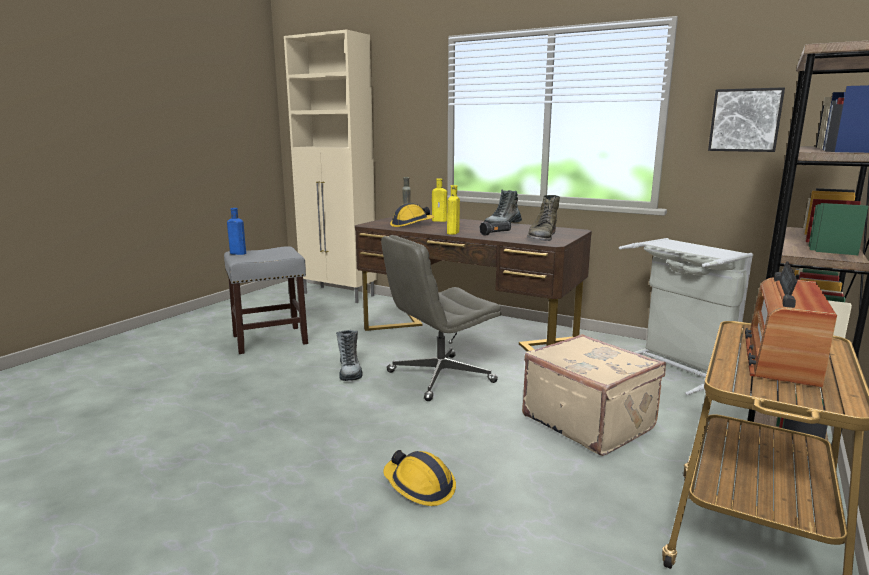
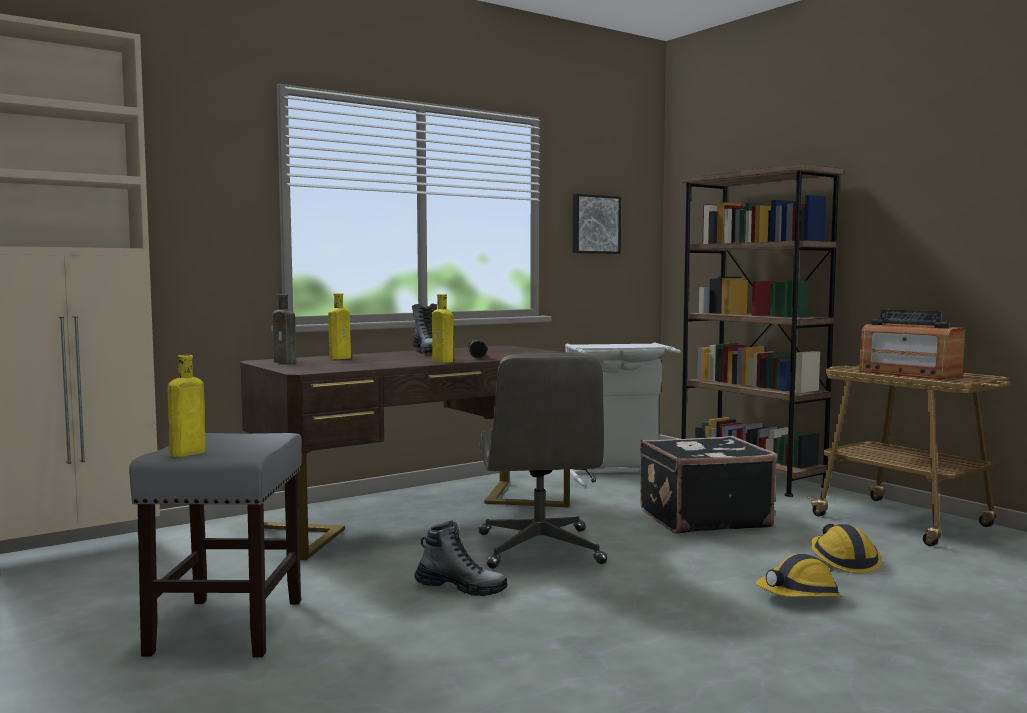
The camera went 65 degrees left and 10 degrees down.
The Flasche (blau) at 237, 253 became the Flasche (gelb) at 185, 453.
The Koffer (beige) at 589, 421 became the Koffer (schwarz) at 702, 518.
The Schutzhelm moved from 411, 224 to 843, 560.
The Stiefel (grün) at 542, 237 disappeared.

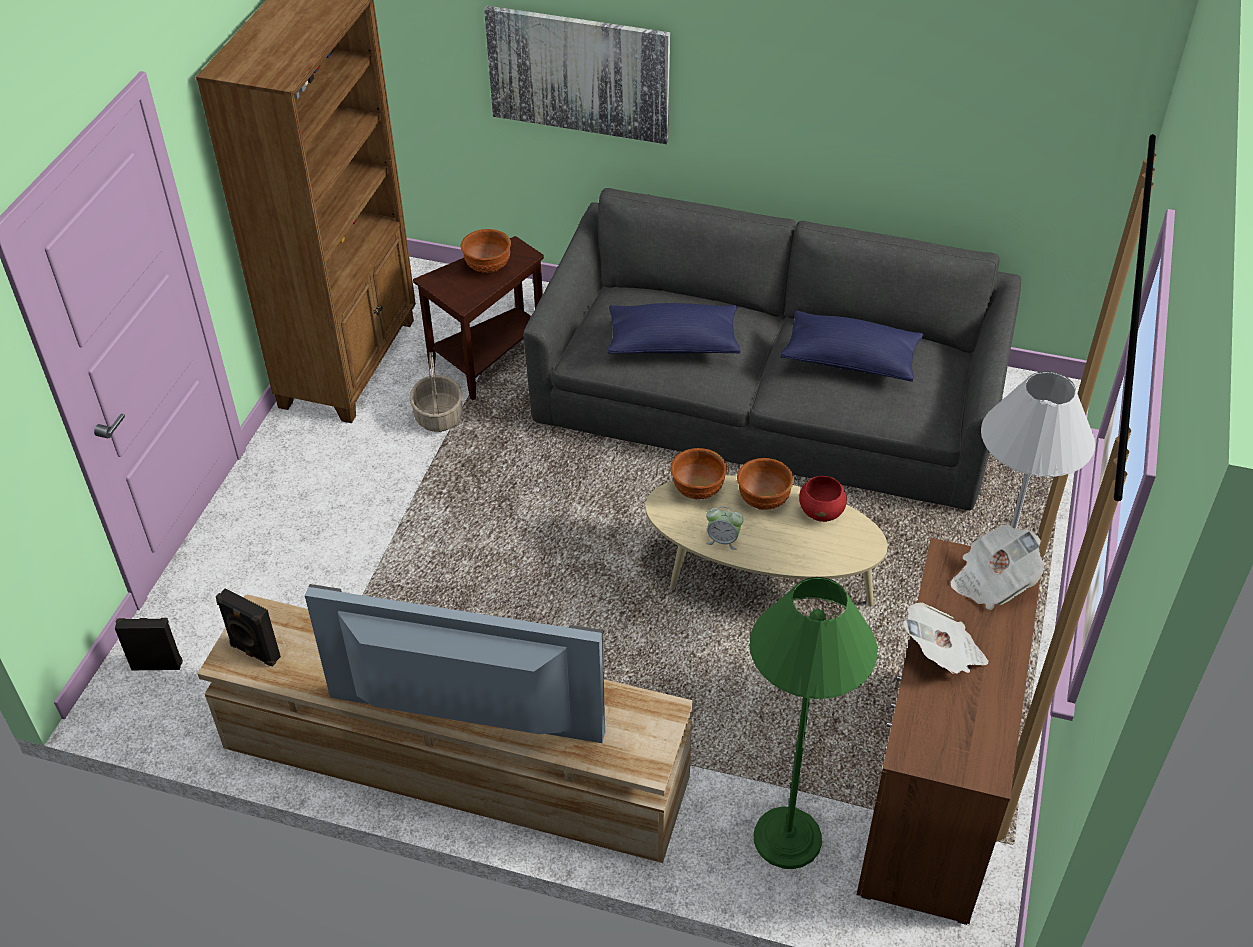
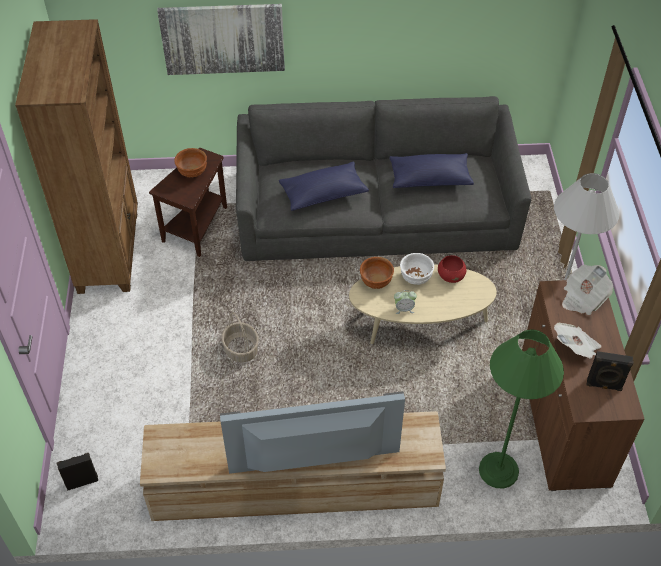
The camera went 20 degrees left and 5 degrees up.
The Korb moved from 438, 416 to 240, 349.
The Schüssel (braun) at 763, 500 became the Schüssel (weiß) at 415, 278.
The Lautsprecher (schwarz) moved from 254, 652 to 604, 386.

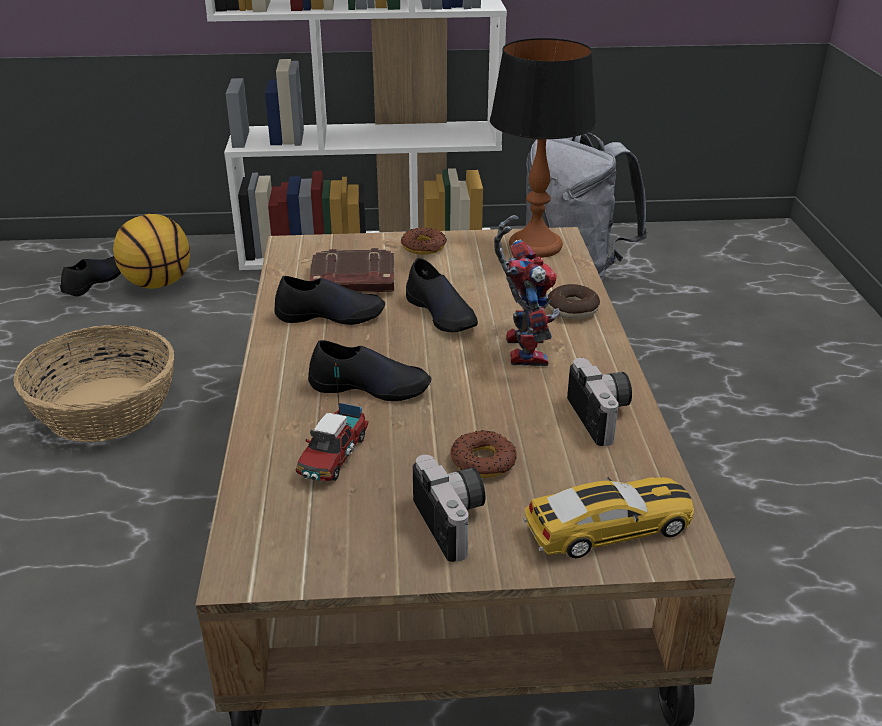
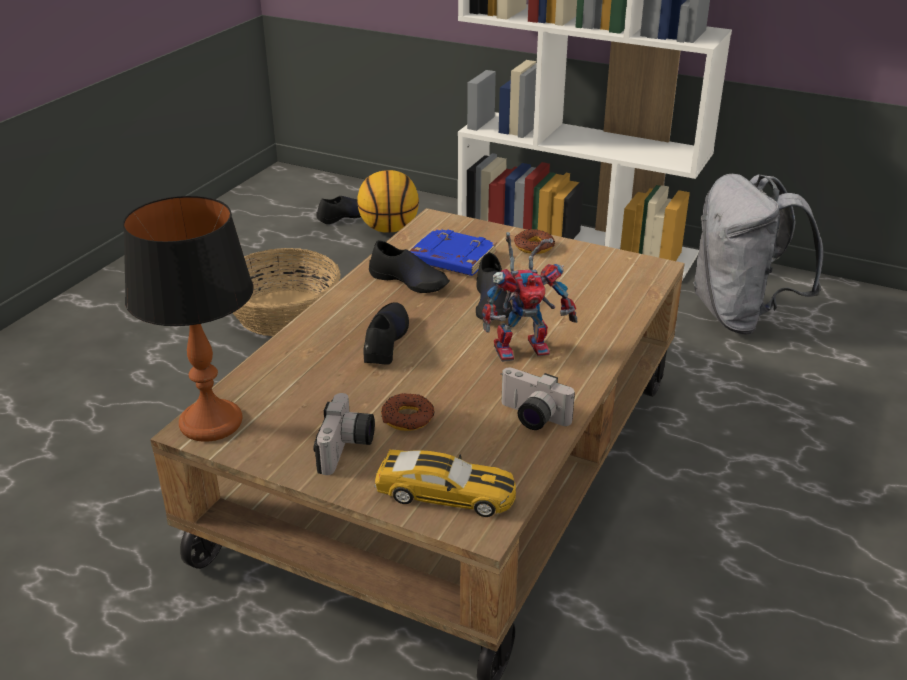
The camera went 30 degrees right and 0 degrees up.
The Tischlampe moved from 535, 246 to 211, 422.
The Schuh (schwarz) at 370, 386 turned 120 degrees counterclockwise.
The Buch (braun) at 352, 280 became the Buch (blau) at 451, 259.
The Spielzeugroboter at 520, 347 turned 45 degrees clockwise.
The Kamera at 603, 416 turned 105 degrees clockwise.
The Spielzeuglaster at 333, 456 disappeared.
The Donut at 572, 310 disappeared.

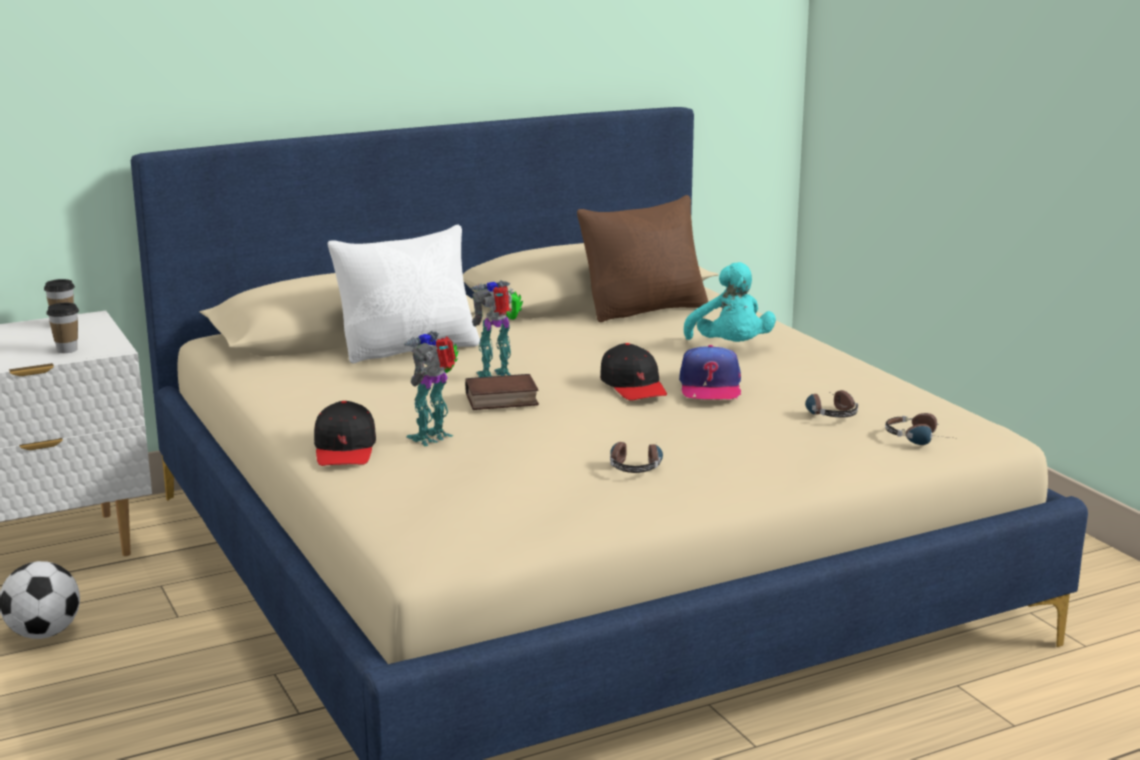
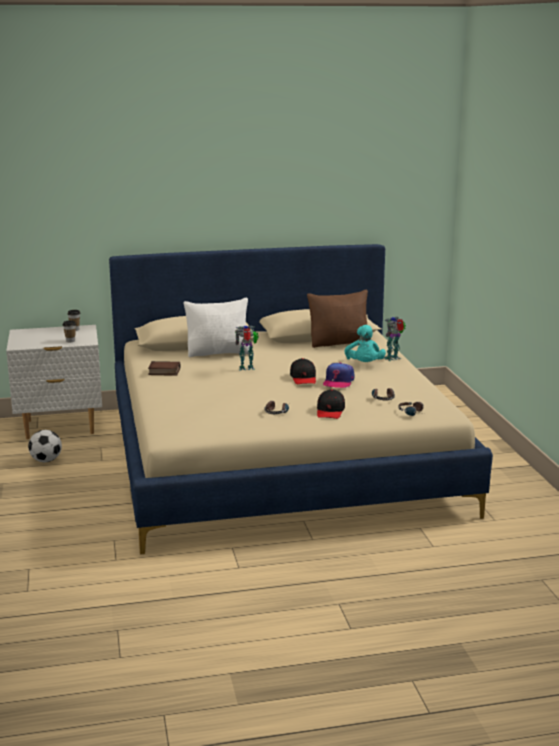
The camera went 15 degrees right and 0 degrees up.
The Buch moved from 501, 400 to 163, 372.
The Kappe (schwarz) moved from 345, 449 to 330, 411.
The Spielzeugroboter moved from 433, 437 to 393, 358.

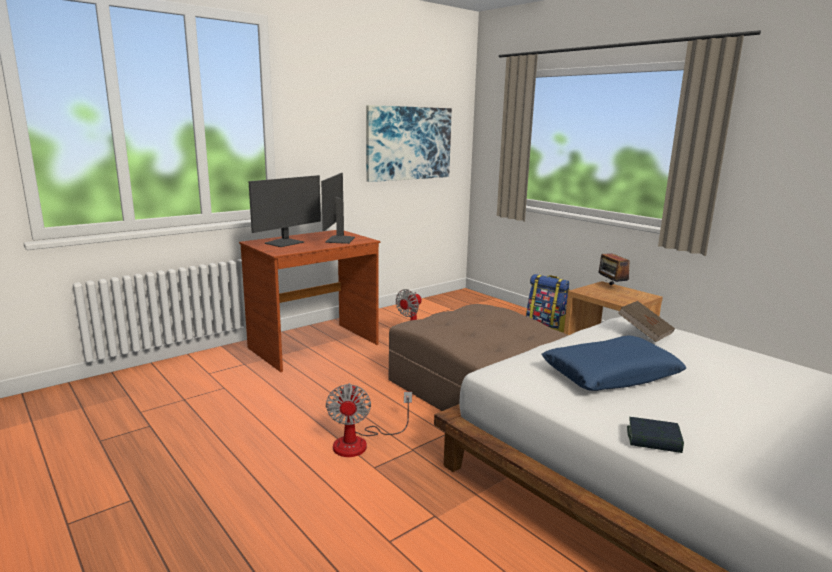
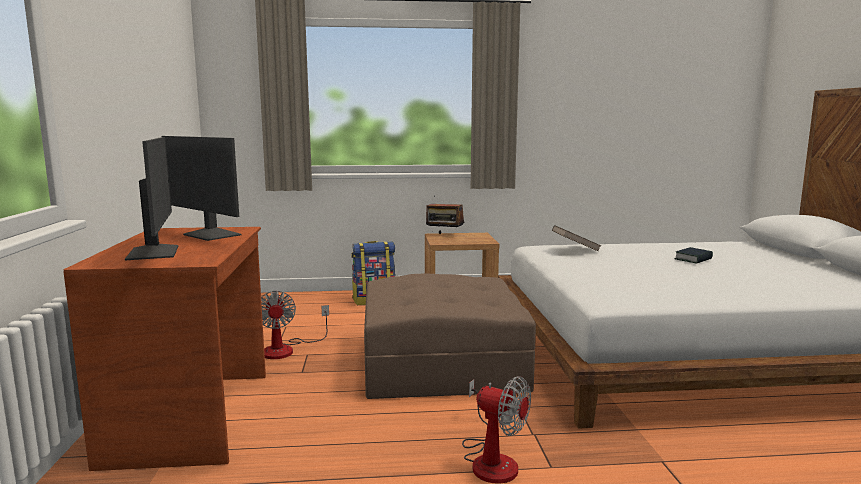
The camera went 55 degrees left and 5 degrees down.
The Buch moved from 653, 440 to 693, 259.
The Bild at 409, 143 disappeared.
The Kissen (blau) at 610, 375 disappeared.

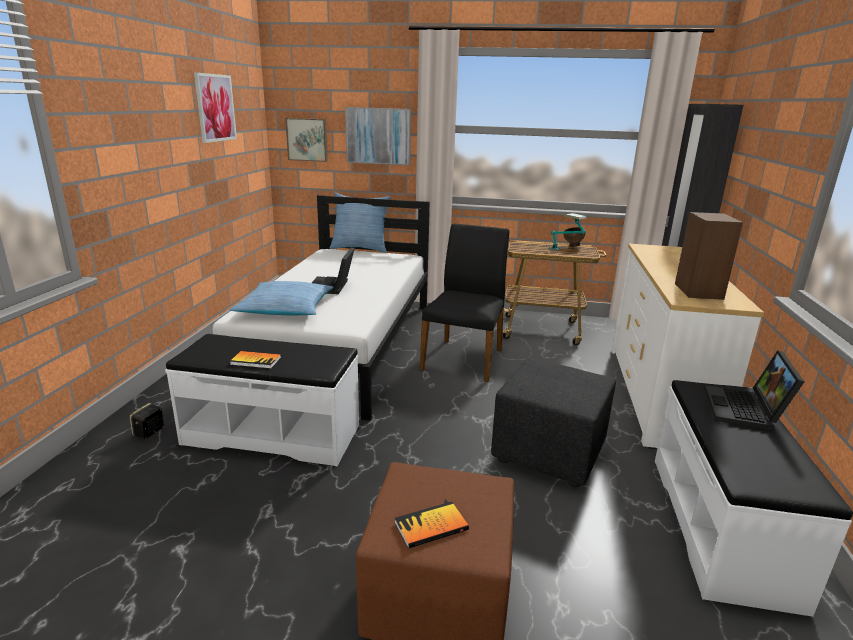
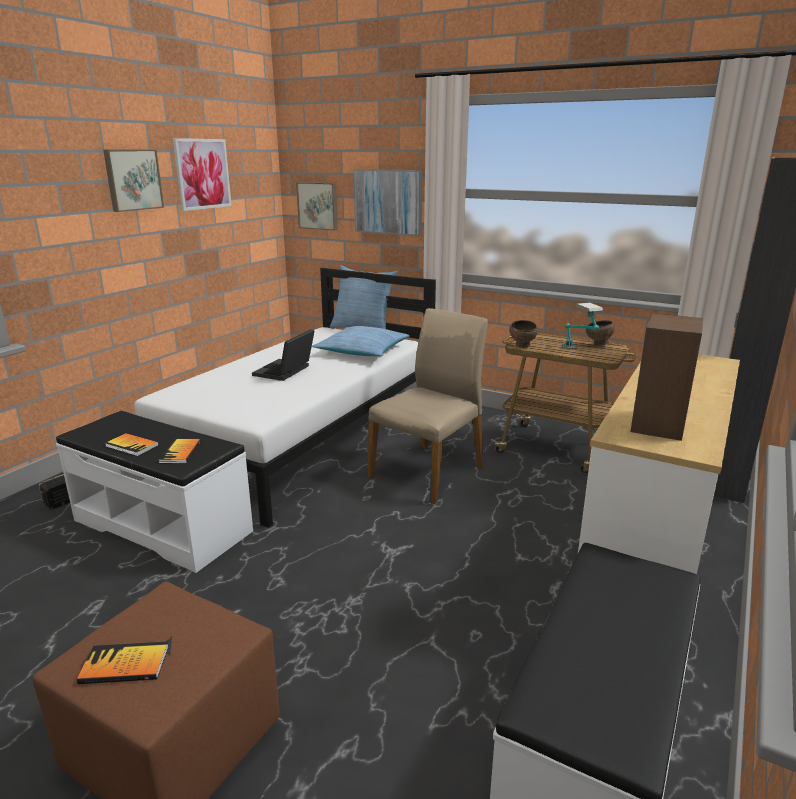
The camera went 20 degrees right and 0 degrees up.
The Bild at 132, 180 appeared.
The Buch at 180, 452 appeared.
The Kissen moved from 285, 309 to 362, 351.
The Stuhl (schwarz) at 464, 359 became the Stuhl (beige) at 428, 471.
The Schüssel (braun) at 522, 346 appeared.
The Polsterhocker (schwarz) at 548, 452 disappeared.
The Laptop at 746, 410 disappeared.

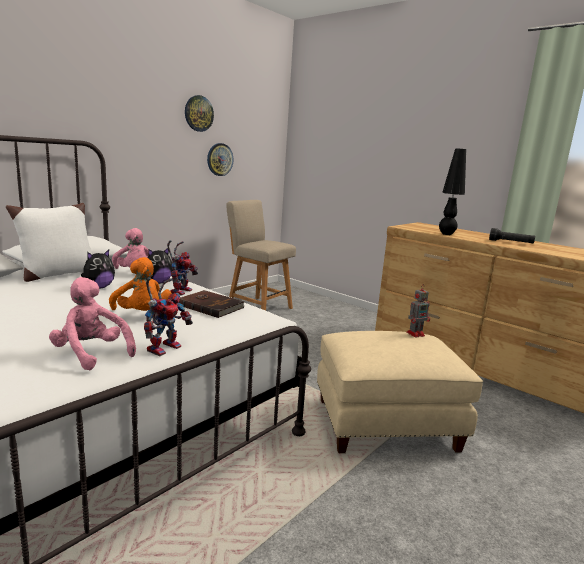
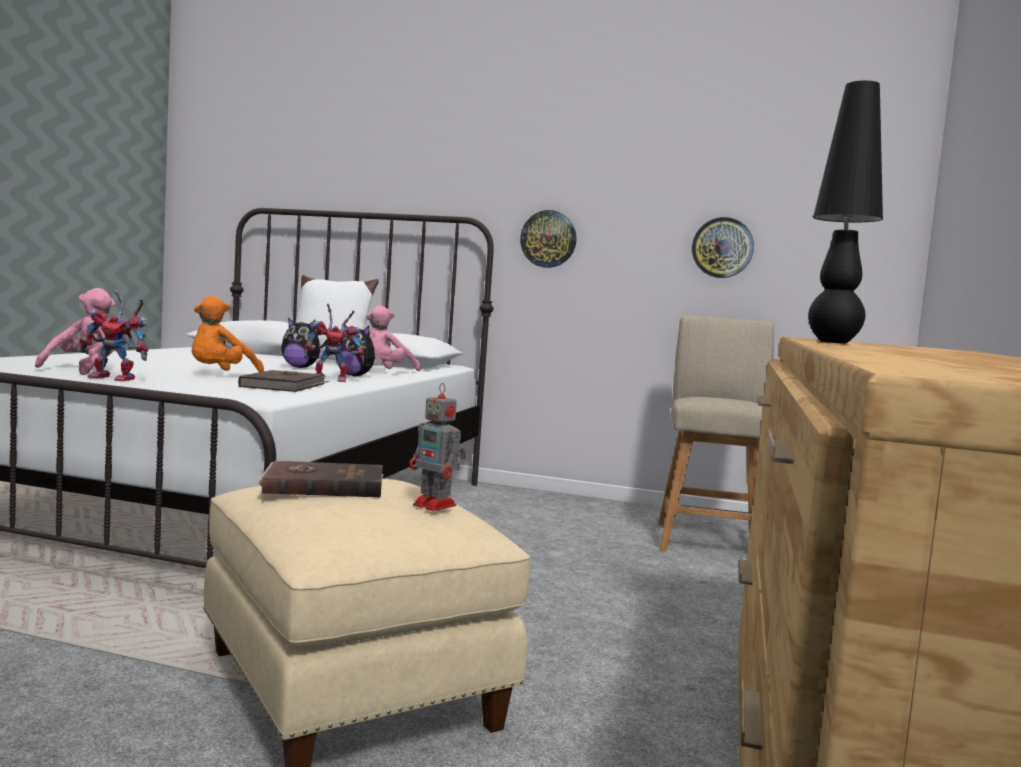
The camera went 65 degrees right and 10 degrees down.
The Buch (braun) at 323, 485 appeared.
The Wanduhr moved from 198, 113 to 548, 239.
The Taschenlampe (schwarz) at 510, 242 disappeared.

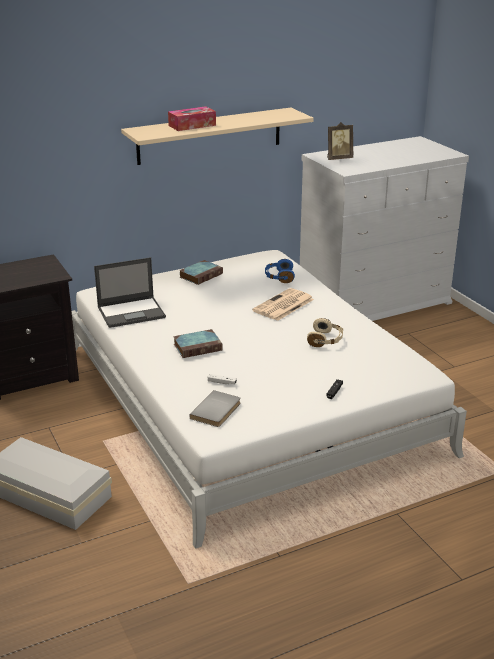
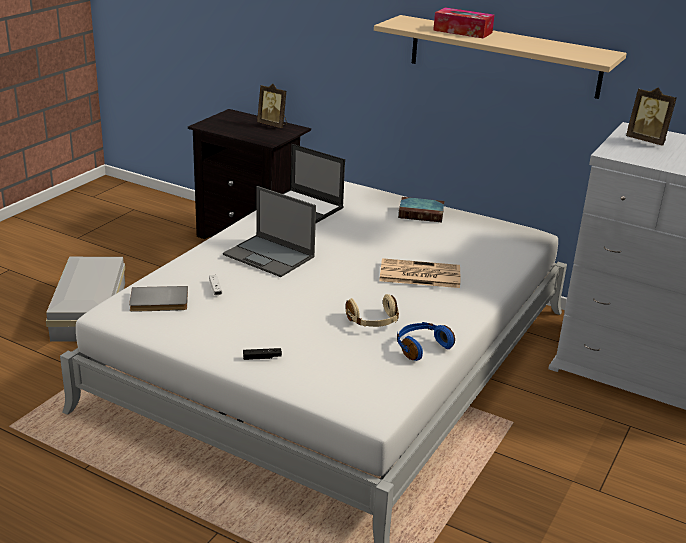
The camera went 55 degrees right and 0 degrees up.
The Buch at 198, 347 was replaced by the Laptop at 270, 256.
The Bilderrahmen at 273, 125 appeared.
The Kopfhörer (blau) moved from 279, 277 to 421, 347.

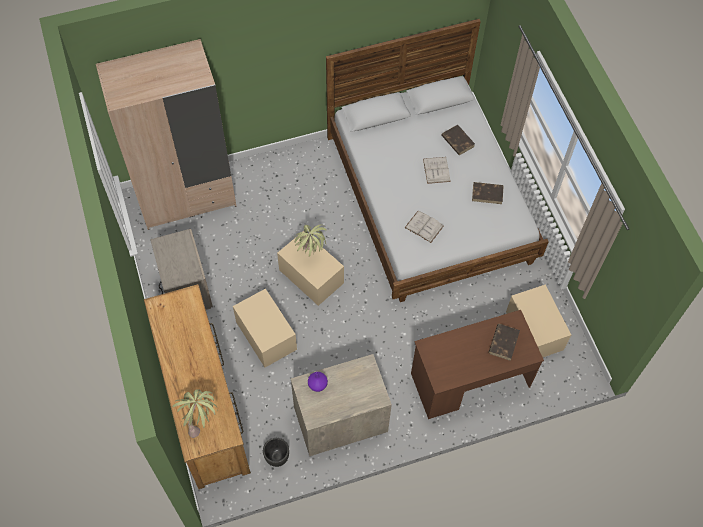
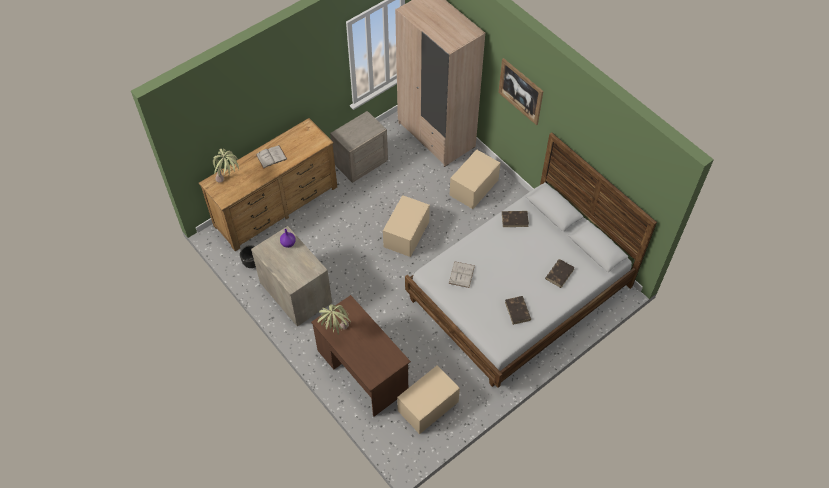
The camera went 70 degrees right and 5 degrees down.
The Buch (weiß) moved from 436, 170 to 271, 157.
The Topfpflanze moved from 311, 256 to 336, 332.
The Aufbewahrungsbox (beige) moved from 266, 335 to 474, 187.
The Bild at 520, 91 appeared.
The Buch (braun) moved from 503, 342 to 515, 219.

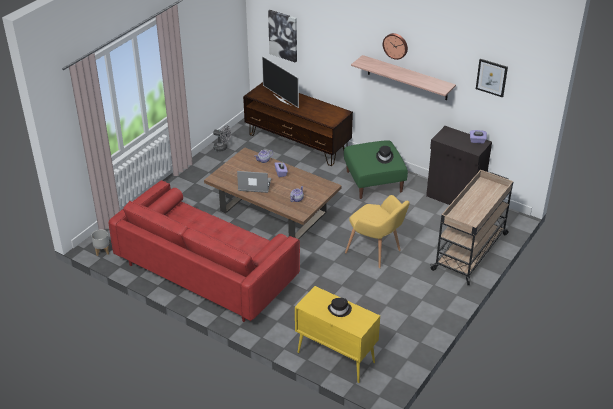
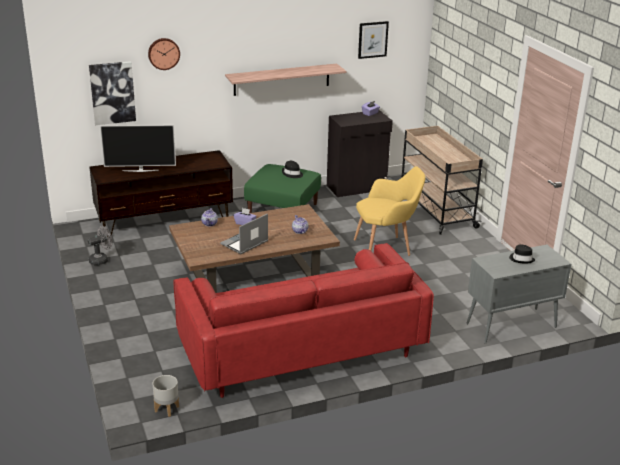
The camera went 55 degrees left and 10 degrees down.
The Wanduhr moved from 395, 45 to 163, 53.
The Schrank (gelb) at 335, 357 became the Schrank (grau) at 510, 326.

